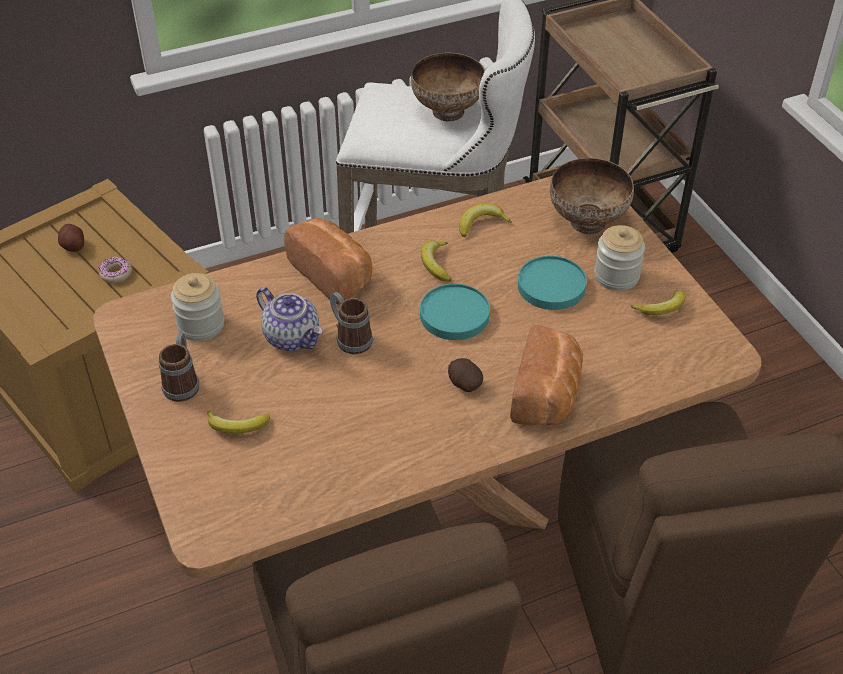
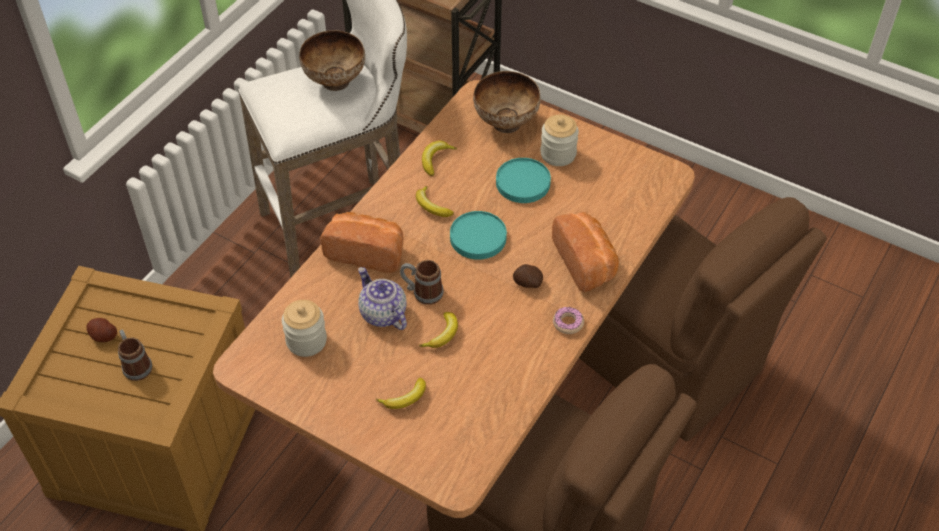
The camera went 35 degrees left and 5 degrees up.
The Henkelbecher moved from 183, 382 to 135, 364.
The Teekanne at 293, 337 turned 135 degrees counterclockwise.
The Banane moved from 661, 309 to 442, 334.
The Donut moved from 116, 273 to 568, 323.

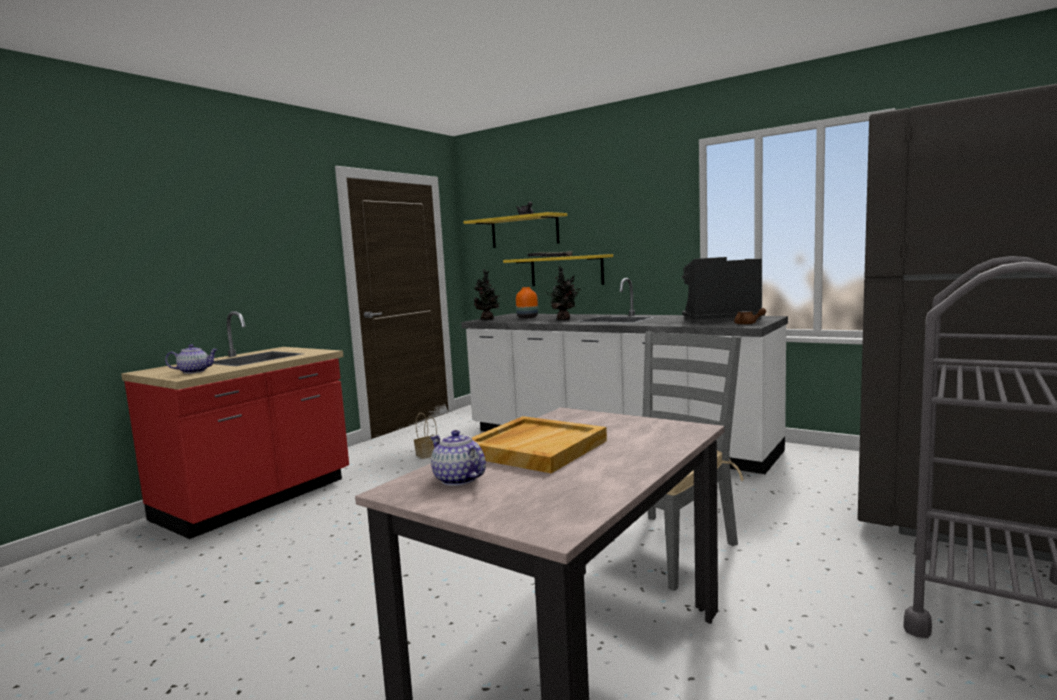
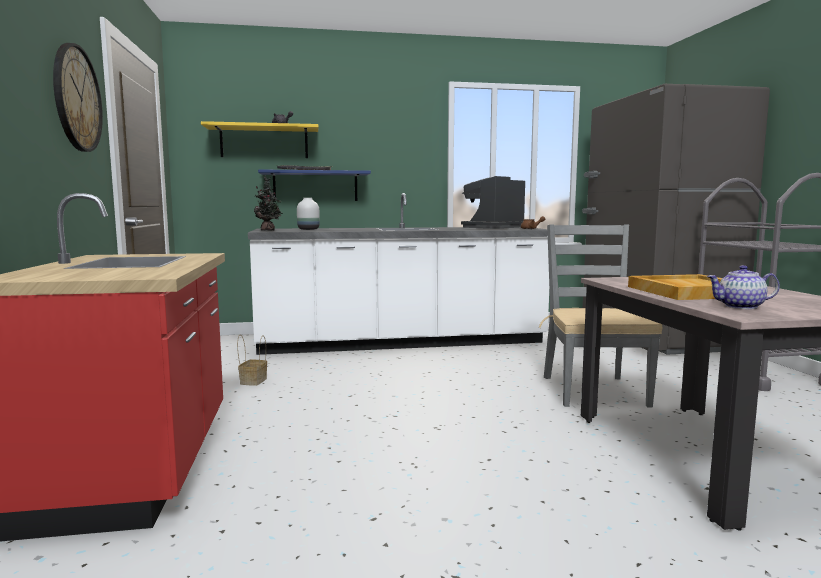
The camera went 45 degrees left and 0 degrees up.
The Wanduhr at 76, 98 appeared.
The Wandregal (gelb) at 566, 271 became the Wandregal (blau) at 315, 186.
The Vase (orange) at 528, 318 became the Vase (weiß) at 308, 229.
The Teekanne at 194, 371 disappeared.
The Topfpflanze at 564, 319 disappeared.

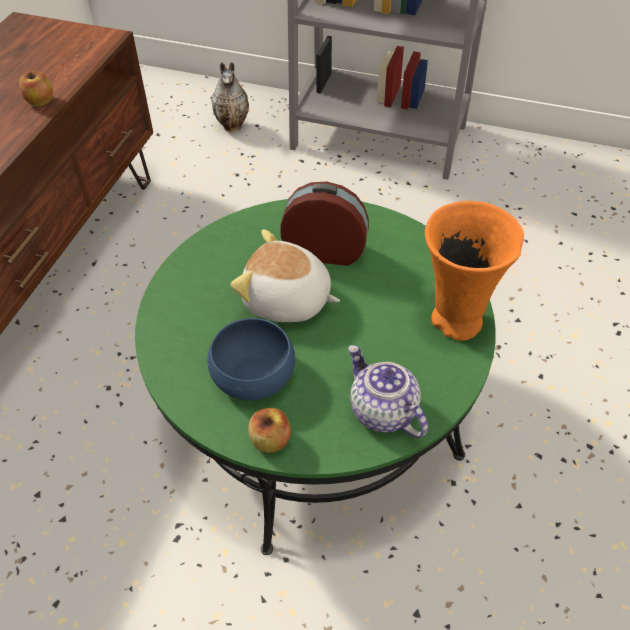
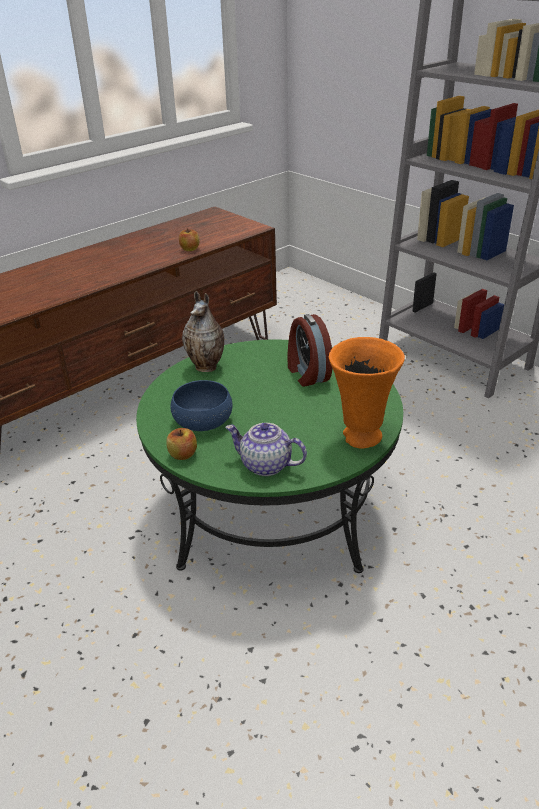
The camera went 30 degrees right and 15 degrees down.
The Vase moved from 233, 126 to 207, 367.
The Teekanne at 382, 411 turned 60 degrees counterclockwise.
The Wecker at 325, 250 turned 150 degrees counterclockwise.
The Plüschtier at 287, 301 disappeared.

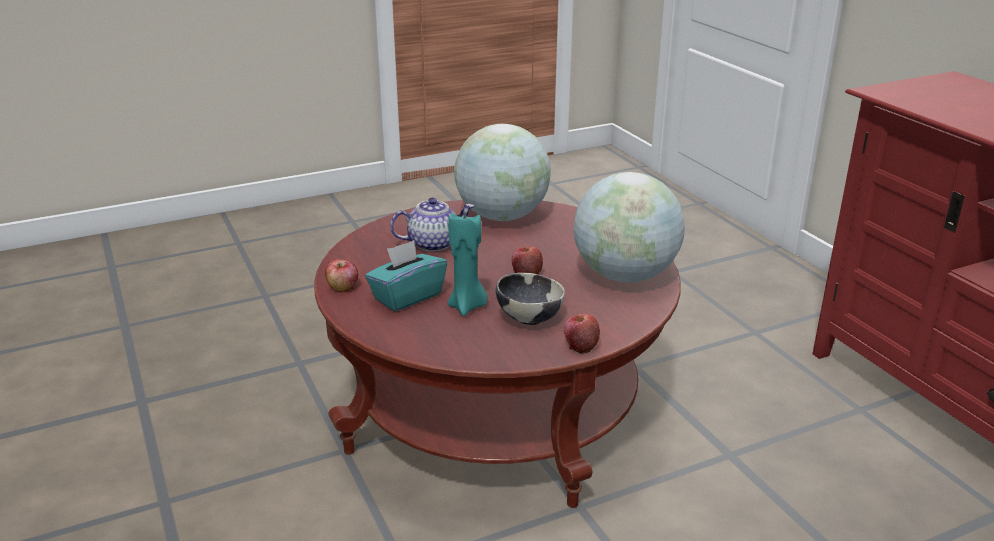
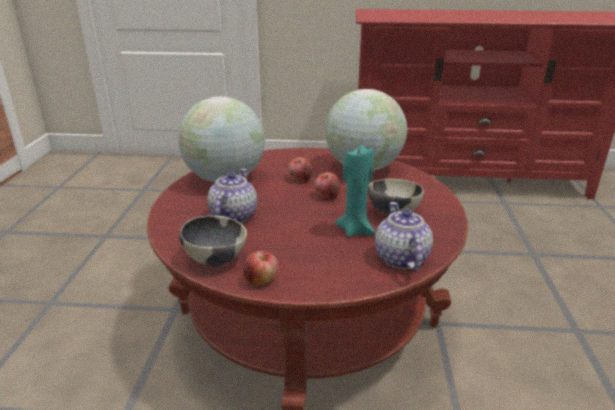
The camera went 60 degrees left and 0 degrees up.
The Schüssel at 215, 258 appeared.
The Apfel moved from 580, 345 to 300, 179.
The Teekanne at 400, 258 appeared.
The Taschentuchbox (türkis) at 407, 296 disappeared.

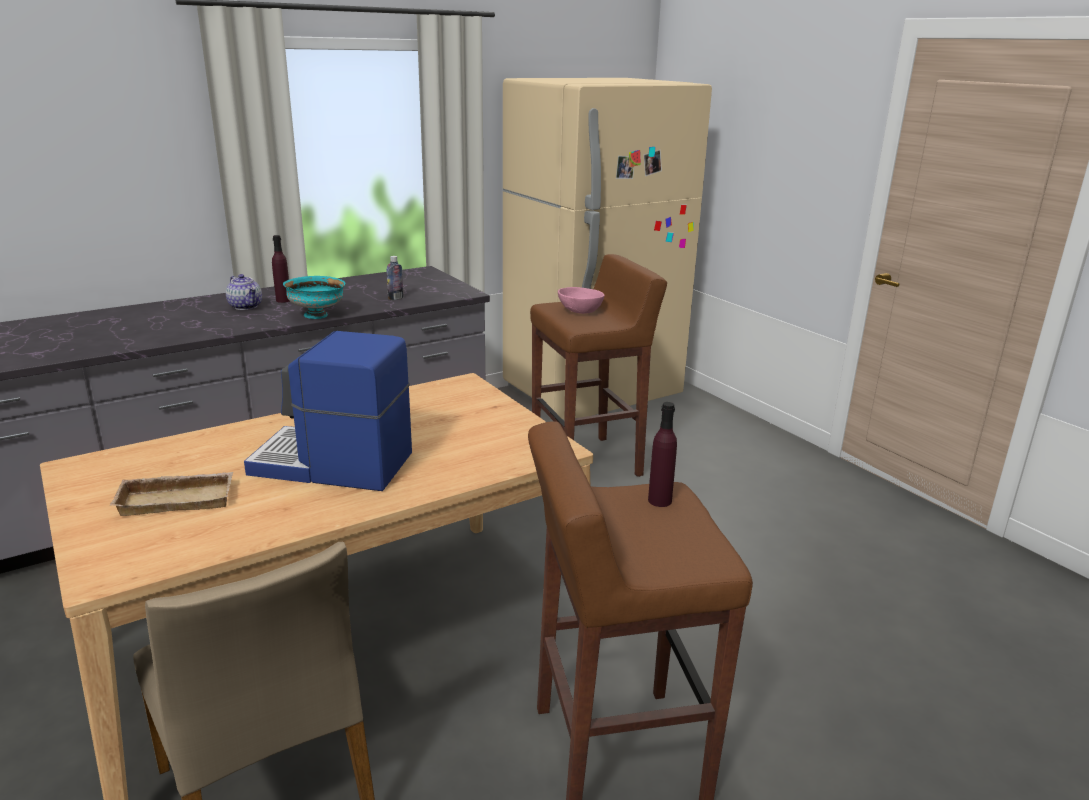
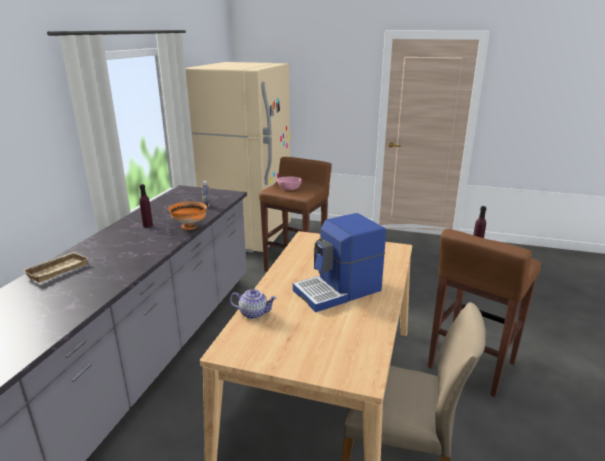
The camera went 40 degrees left and 0 degrees up.
The Tablett (beige) moved from 178, 499 to 57, 269.
The Schüssel (türkis) at 317, 315 became the Schüssel (orange) at 189, 227.
The Teekanne moved from 246, 306 to 254, 313.

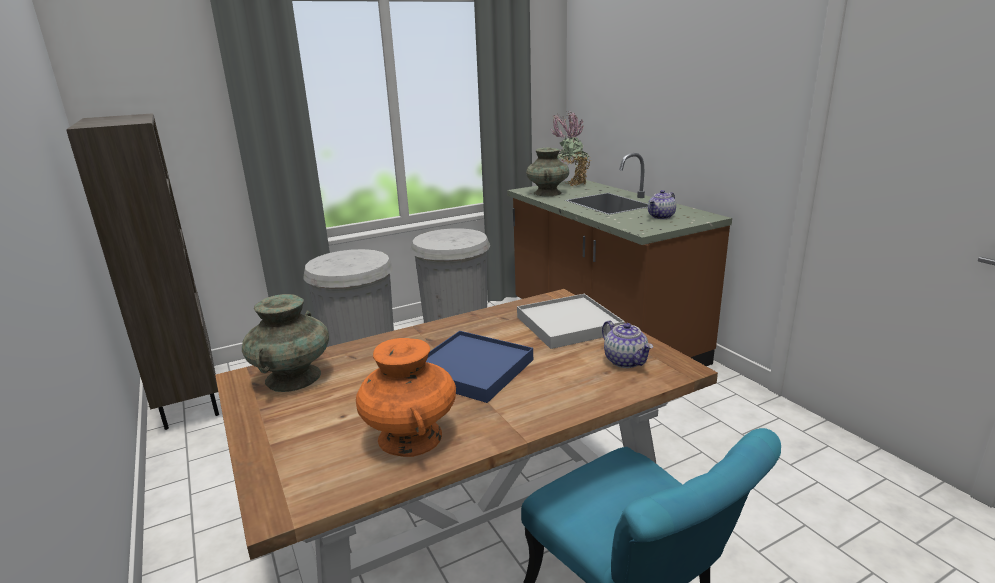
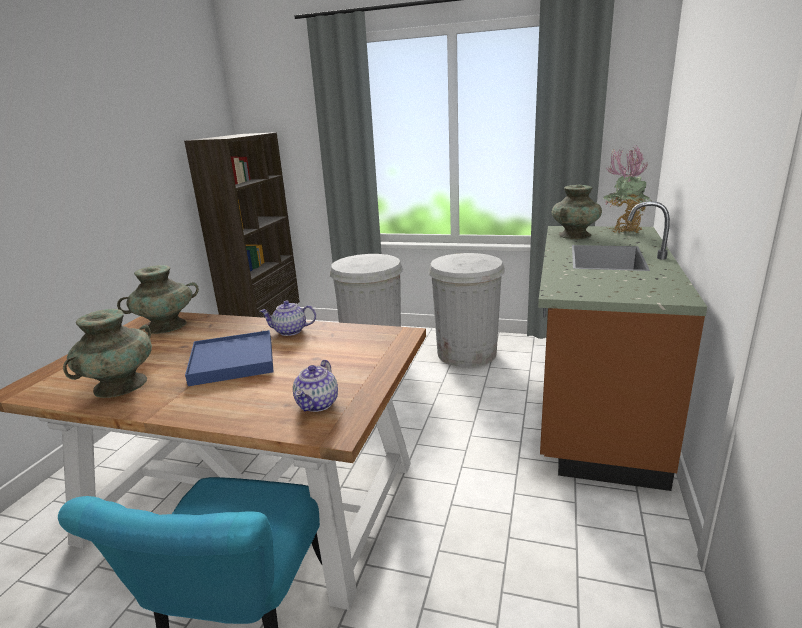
The camera went 45 degrees right and 0 degrees up.
The Vase (orange) at 410, 436 became the Vase (türkis) at 121, 385.
The Teekanne moved from 661, 217 to 290, 331.
The Tablett (weiß) at 568, 324 disappeared.

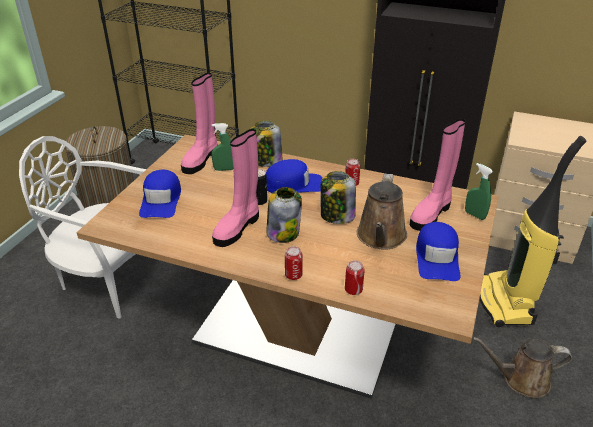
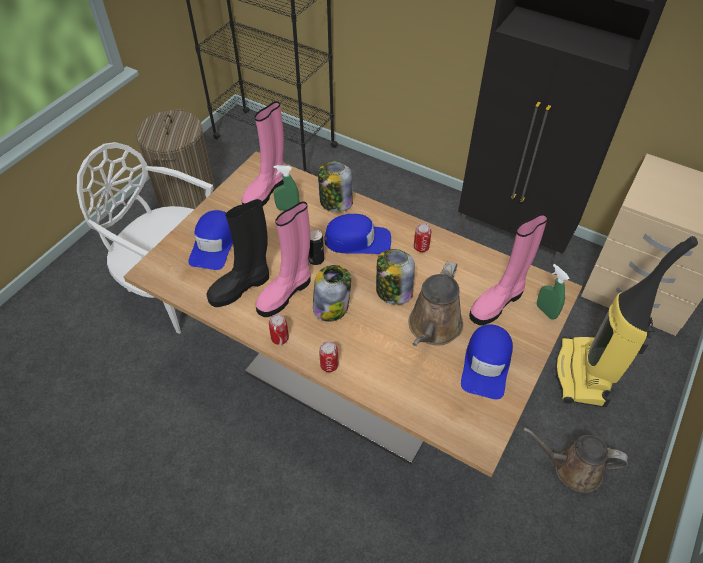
The camera went 10 degrees right and 15 degrees up.
The Stiefel (schwarz) at 241, 287 appeared.
The Dose moved from 353, 290 to 280, 338.

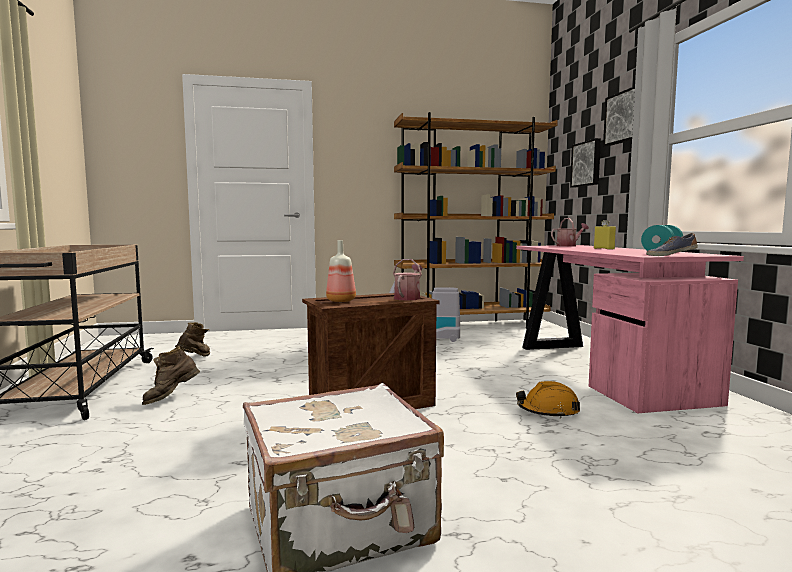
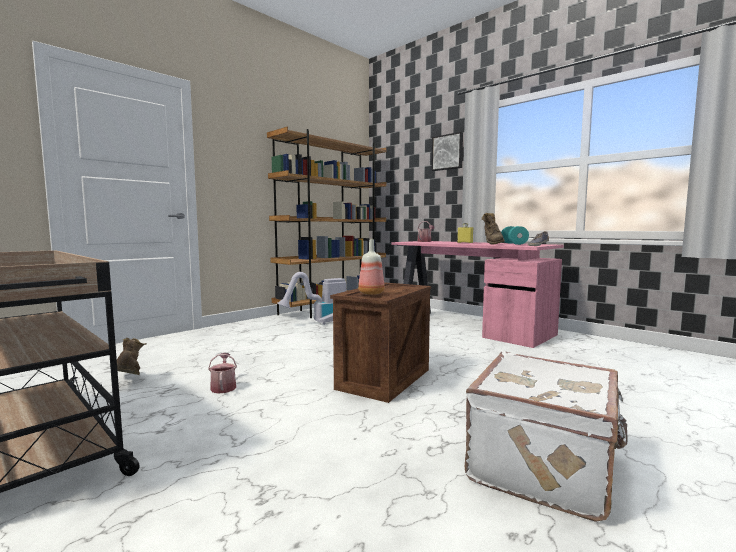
The camera went 35 degrees left and 0 degrees up.
The Gießkanne moved from 408, 297 to 223, 387.
The Stiefel (braun) moved from 171, 398 to 492, 244.
The Schutzhelm (orange) at 548, 411 disappeared.
The Bild at 587, 164 disappeared.

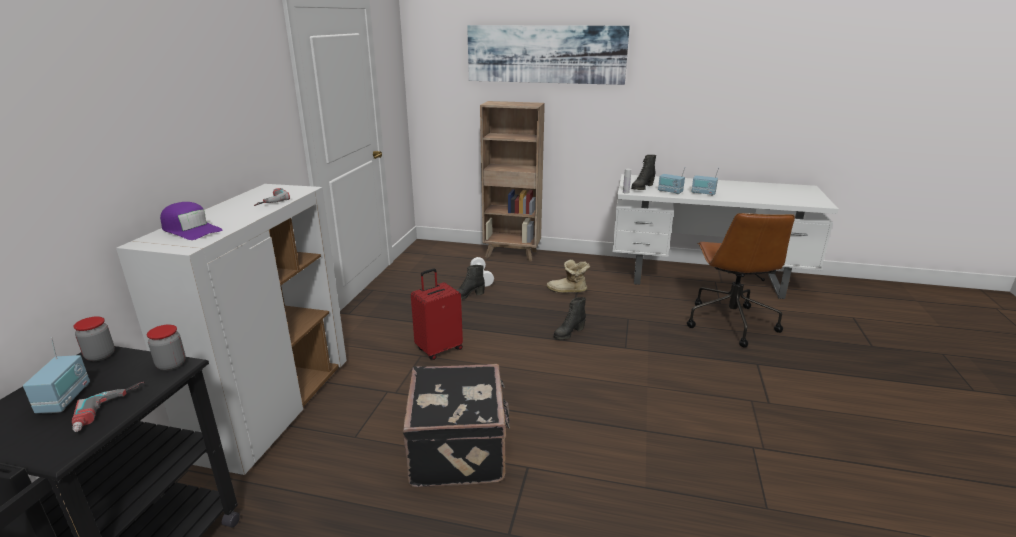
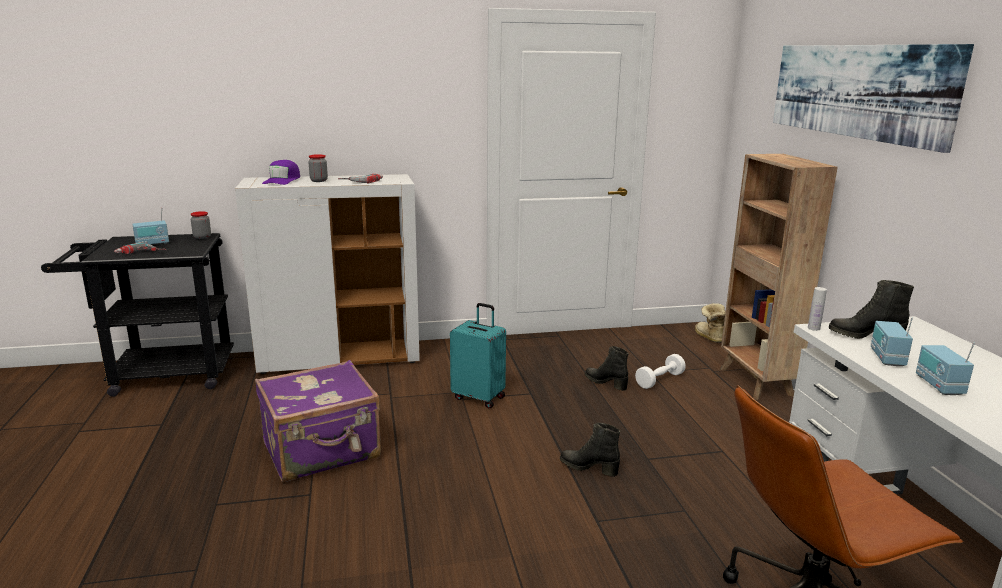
The camera went 65 degrees right and 5 degrees down.
The Koffer (schwarz) at 460, 449 became the Koffer (lila) at 322, 451.
The Vorratsglas moved from 171, 364 to 319, 181.
The Koffer (rot) at 439, 349 became the Koffer (türkis) at 479, 397.
The Stiefel moved from 568, 291 to 709, 338.

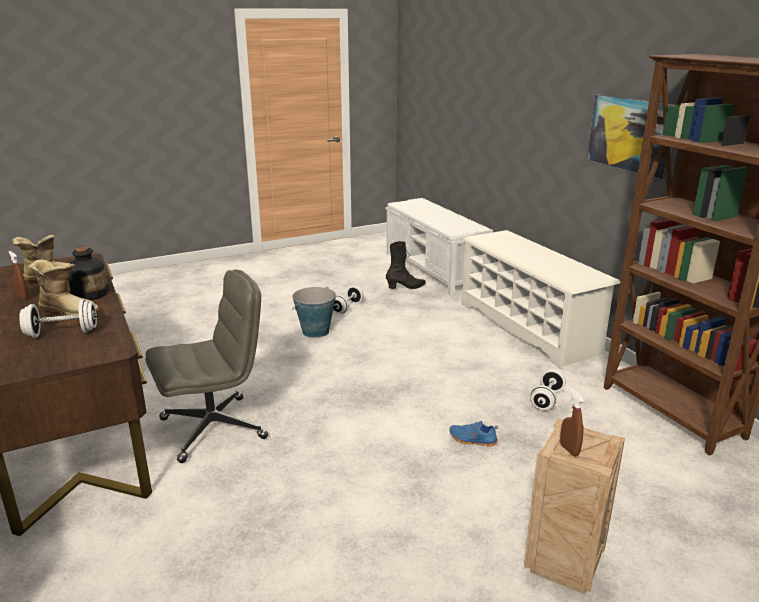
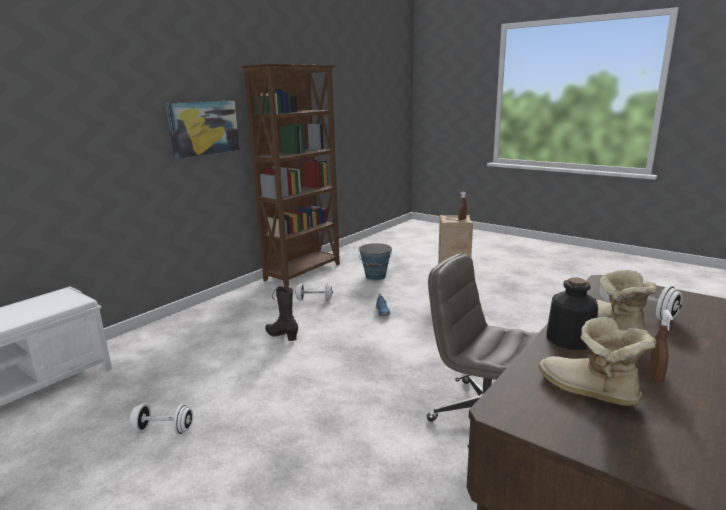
The camera went 115 degrees left and 5 degrees down.
The Stiefel (schwarz) moved from 406, 287 to 282, 336.
The Eimer moved from 315, 331 to 375, 276.
The Schuhregal (weiß) at 528, 328 disappeared.

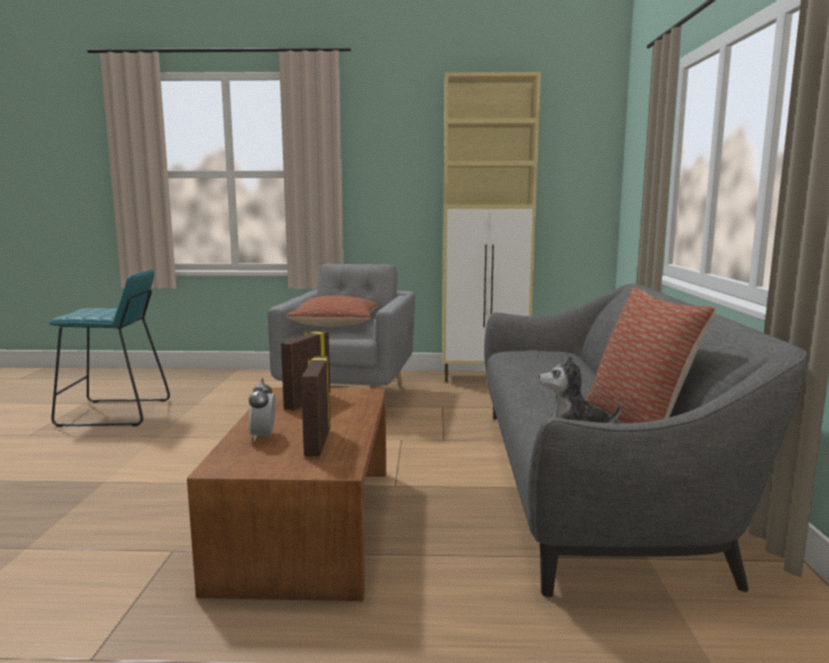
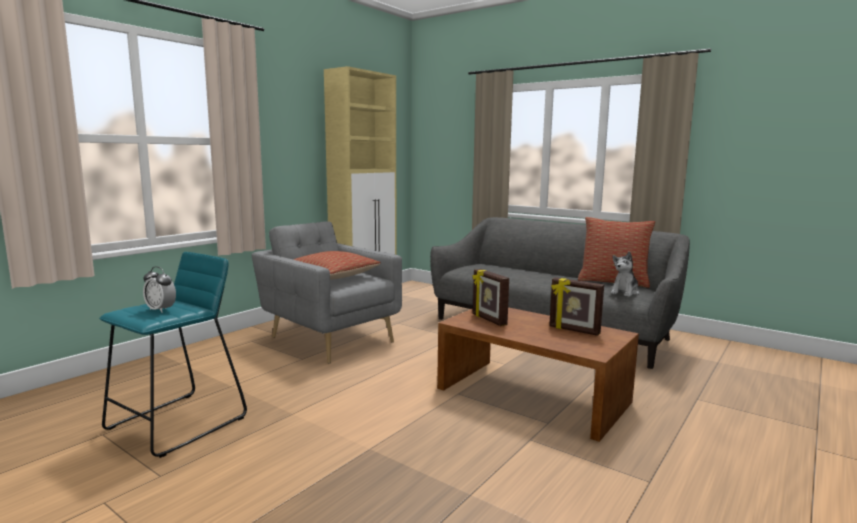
The camera went 55 degrees left and 0 degrees up.
The Wecker moved from 263, 436 to 161, 310.

